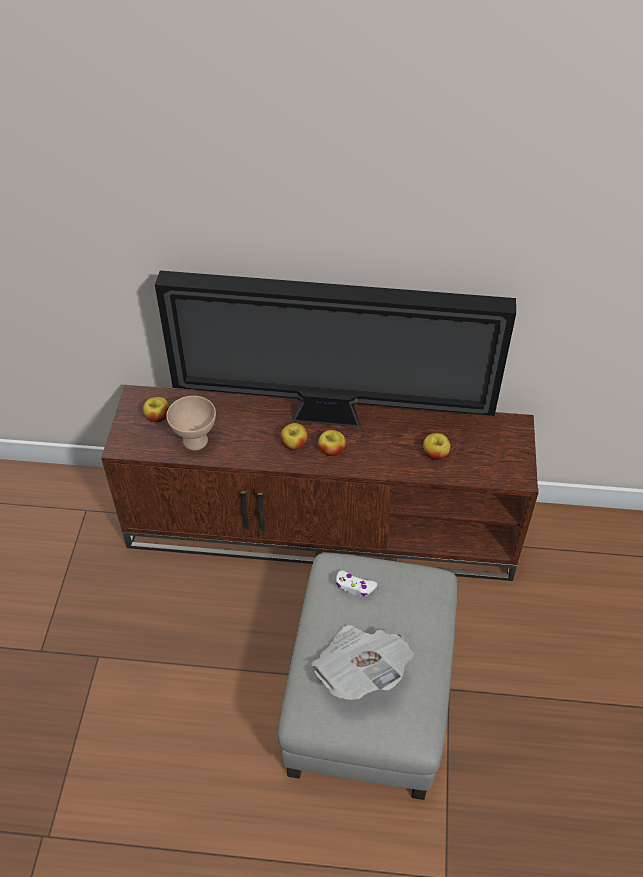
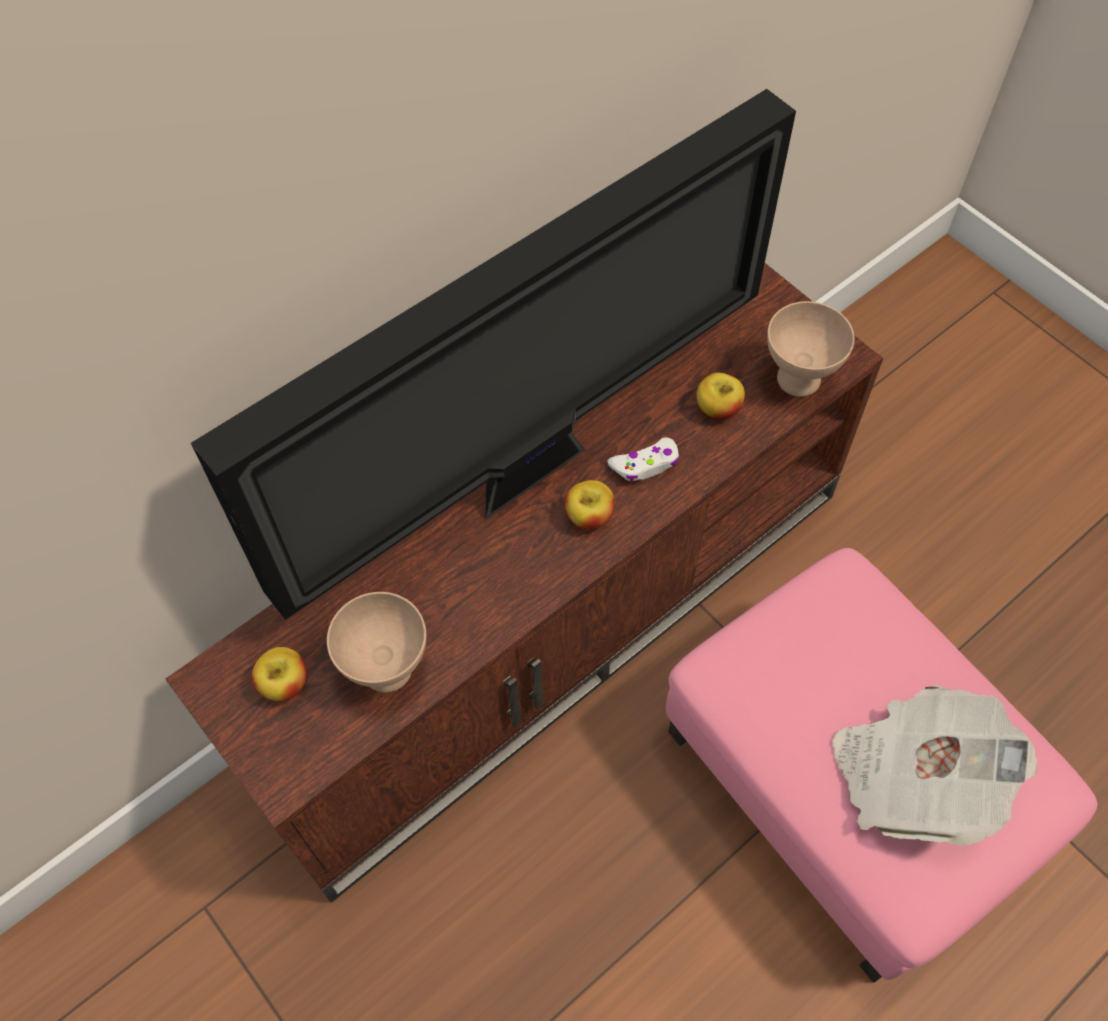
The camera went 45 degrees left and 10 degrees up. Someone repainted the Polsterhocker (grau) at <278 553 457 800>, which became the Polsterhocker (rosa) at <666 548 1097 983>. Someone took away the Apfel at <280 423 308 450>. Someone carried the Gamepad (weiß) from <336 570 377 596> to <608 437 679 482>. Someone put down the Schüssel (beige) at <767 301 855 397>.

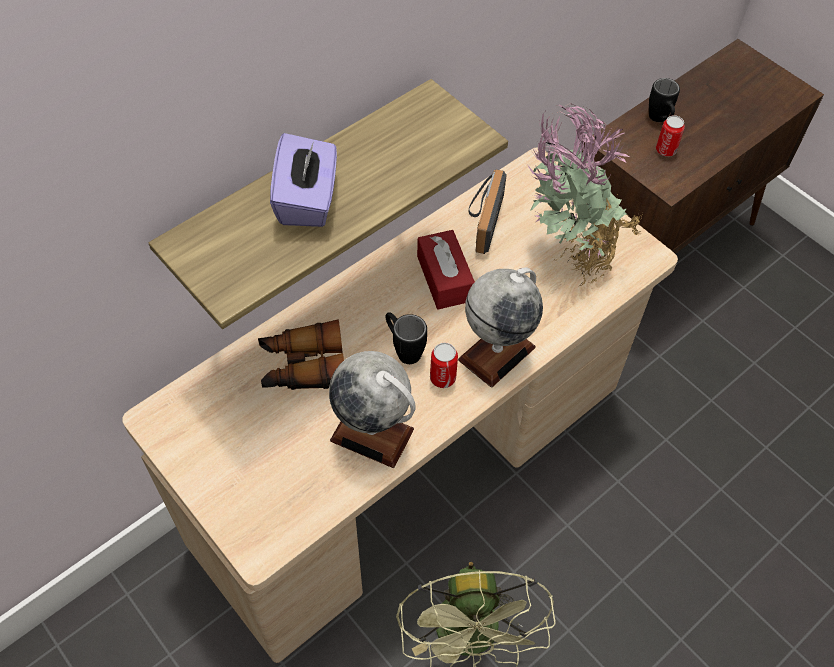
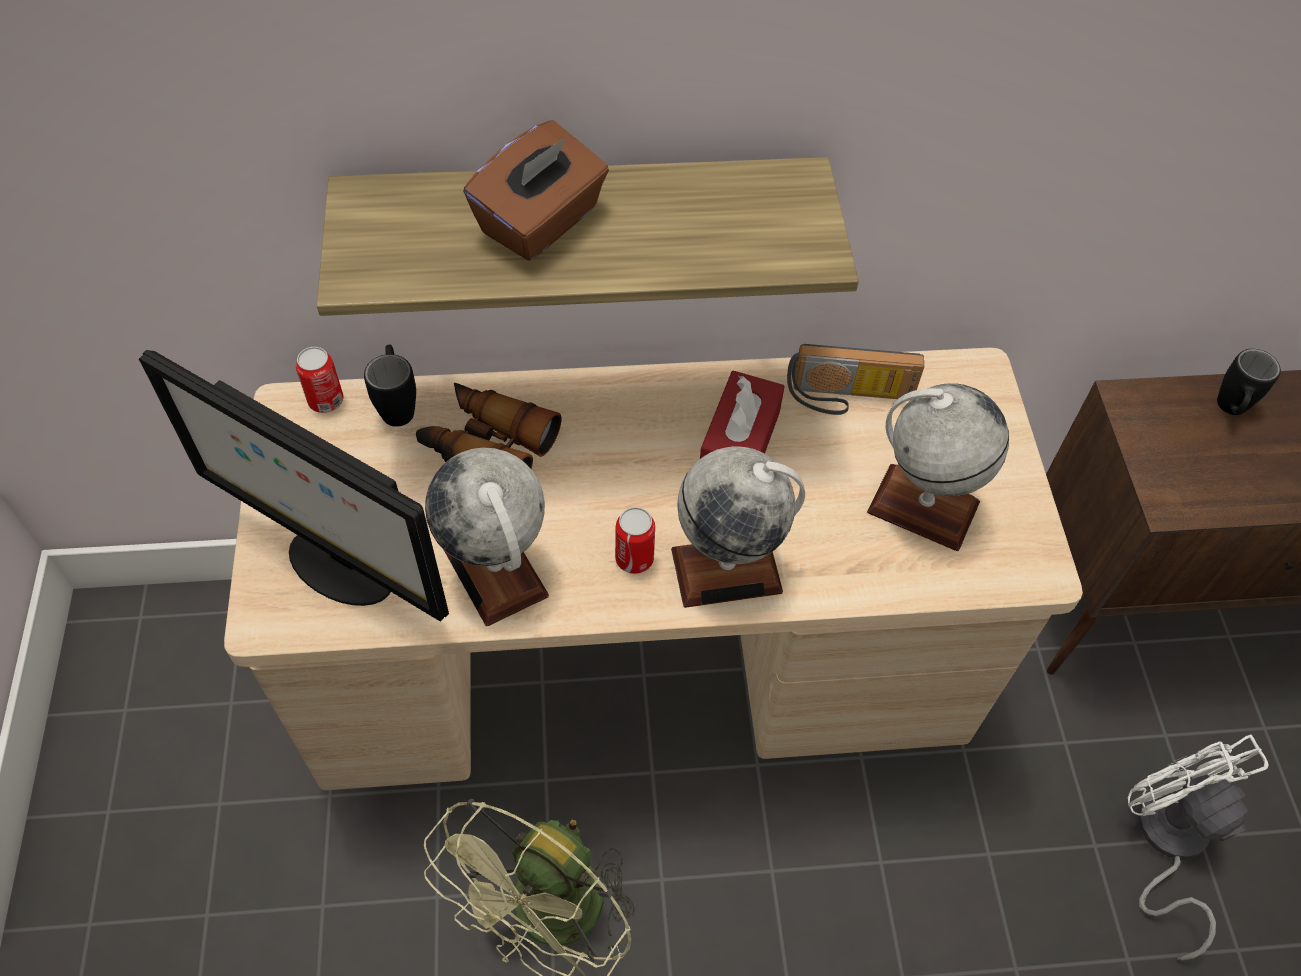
The camera went 35 degrees right and 0 degrees up. Someone repainted the Taschentuchbox (lila) at <270 133 337 227>, which became the Taschentuchbox (braun) at <463 120 609 261>. Someone carried the Henkelbecher (schwarz) from <386 312 427 364> to <364 345 416 427>. Someone rotated the Radio at <469 169 507 254> by 135 degrees counterclockwise. Someone swapped the Topfpflanze at <527 104 643 286> for the Globus at <867 383 1009 551>. Someone carried the Dose from <656 115 685 157> to <296 347 343 413>. Someone put down the Monitor at <139 350 449 622>. Someone put down the Ventilator (weiß) at <1128 735 1269 961>.

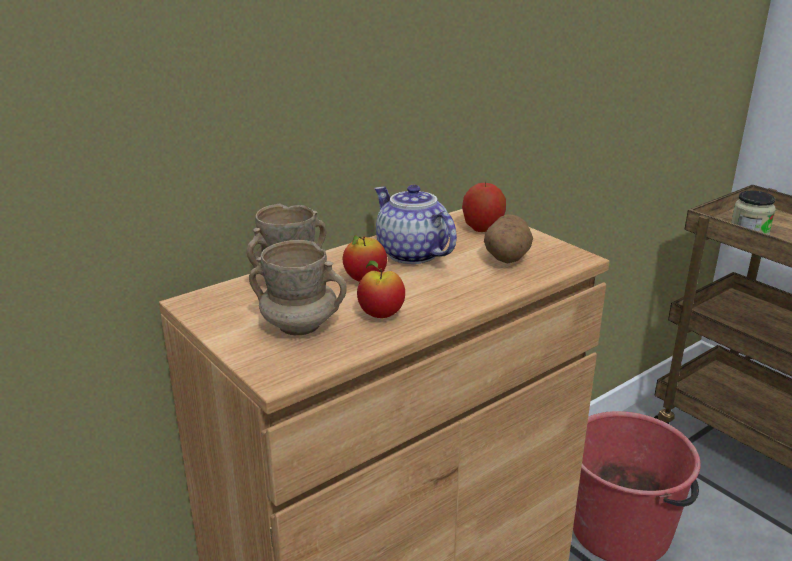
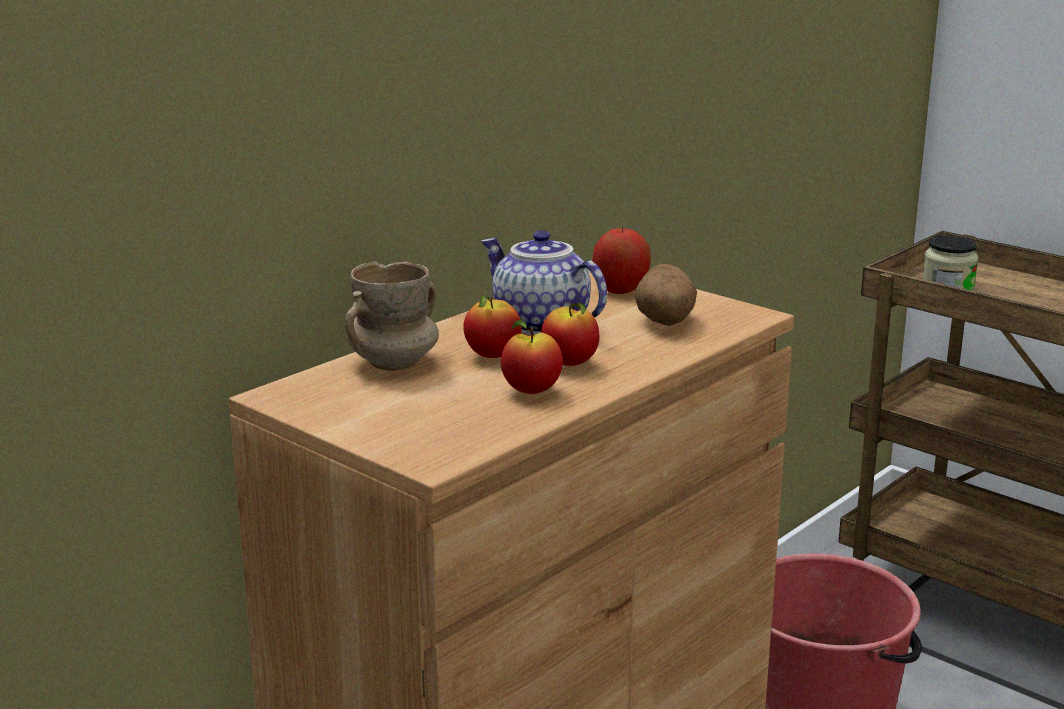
The camera went 10 degrees left and 5 degrees down. Someone took away the Henkelbecher (beige) at <249 240 346 335>. Someone put down the Apfel at <541 303 599 366>.

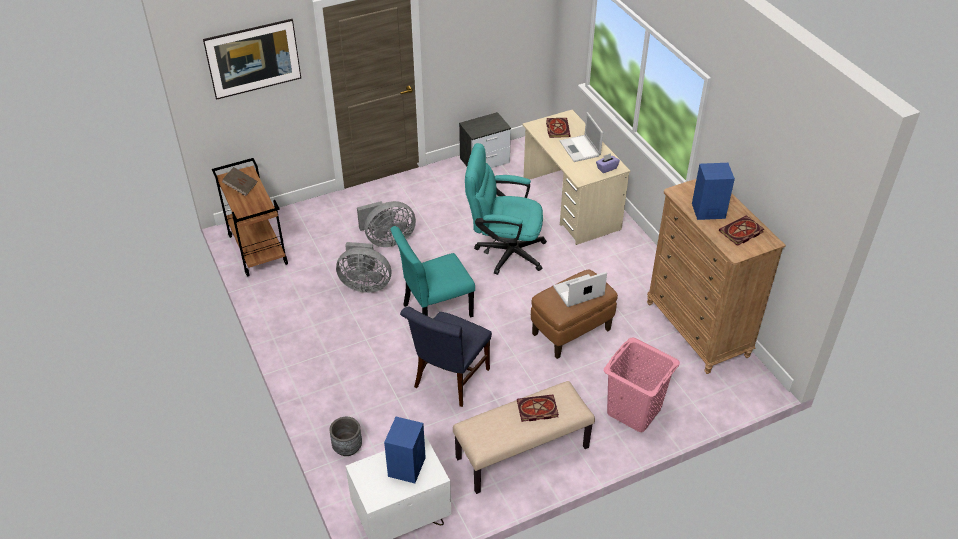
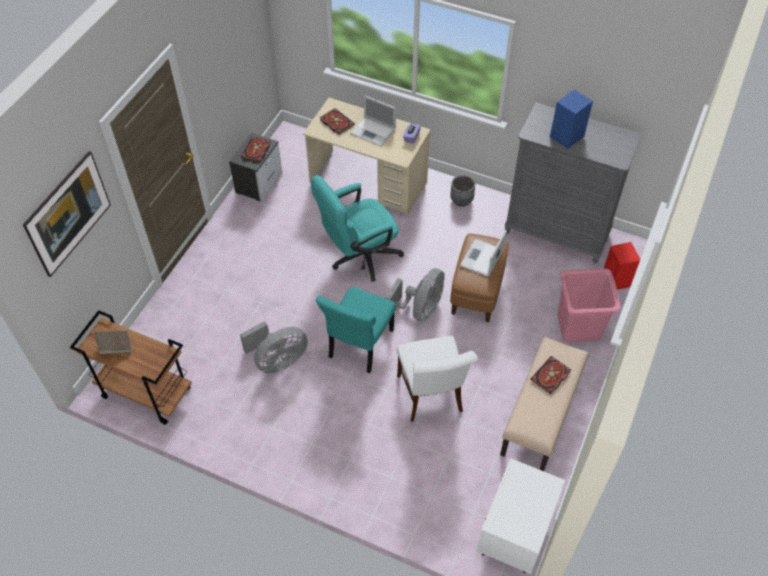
The camera went 40 degrees left and 10 degrees up. Someone carried the Pflanzkübel (grau) from <329 417 362 456> to <450 175 475 207>. Someone carried the Ventilator (grau) from <357 201 416 247> to <385 268 445 321>. Someone took away the Lautsprecher (blau) at <384 417 426 483>. Someone repainted the Stuhl (blau) at <400 306 492 407>, which became the Stuhl (weiß) at <397 336 479 422>. Someone repainted the Kommode (braun) at <647 179 786 374>, which became the Kommode (grau) at <505 103 643 264>. Someone carried the Buch from <719 215 764 246> to <241 136 271 162>. Someone put down the Lautsprecher (rot) at <604 242 640 290>.

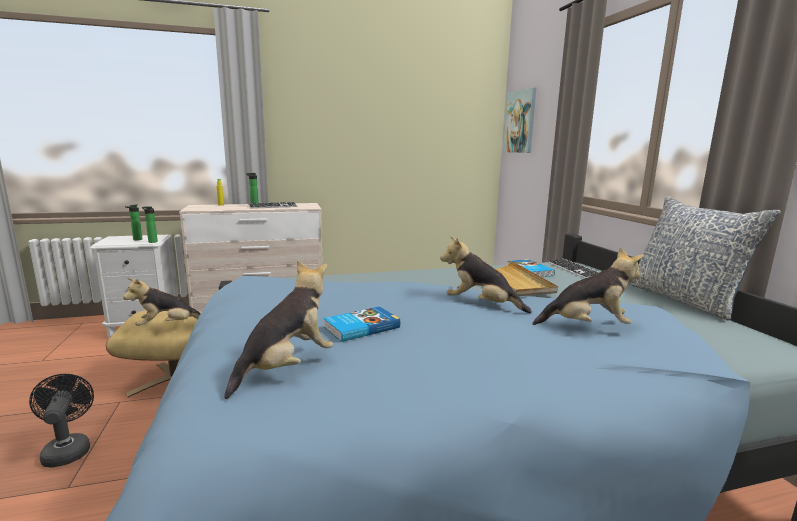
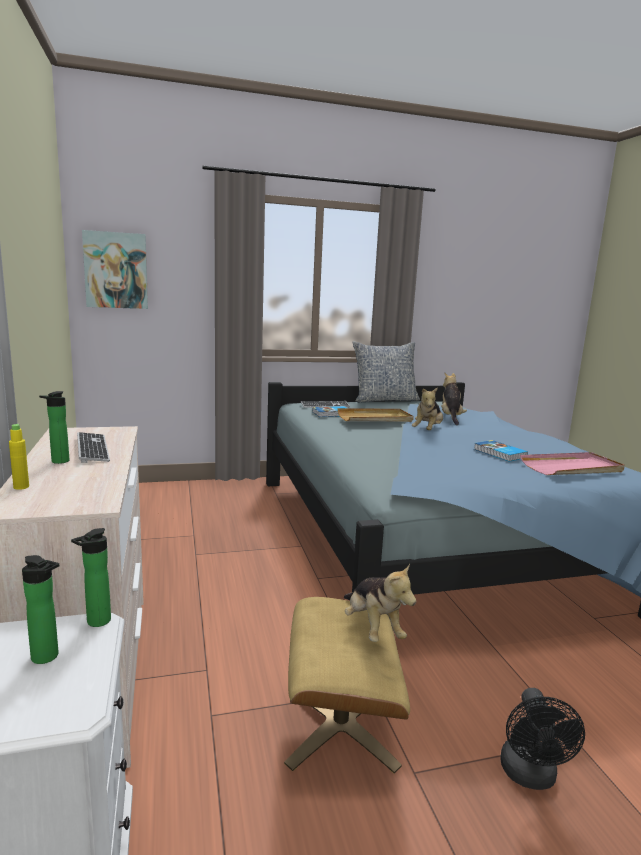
The camera went 90 degrees left and 0 degrees up. Someone rotated the Ventilator (schwarz) at <29 374 94 468> by 60 degrees counterclockwise. Someone swapped the Plüschtier at <224 260 333 399> for the Tablett (rosa) at <520 452 625 475>.

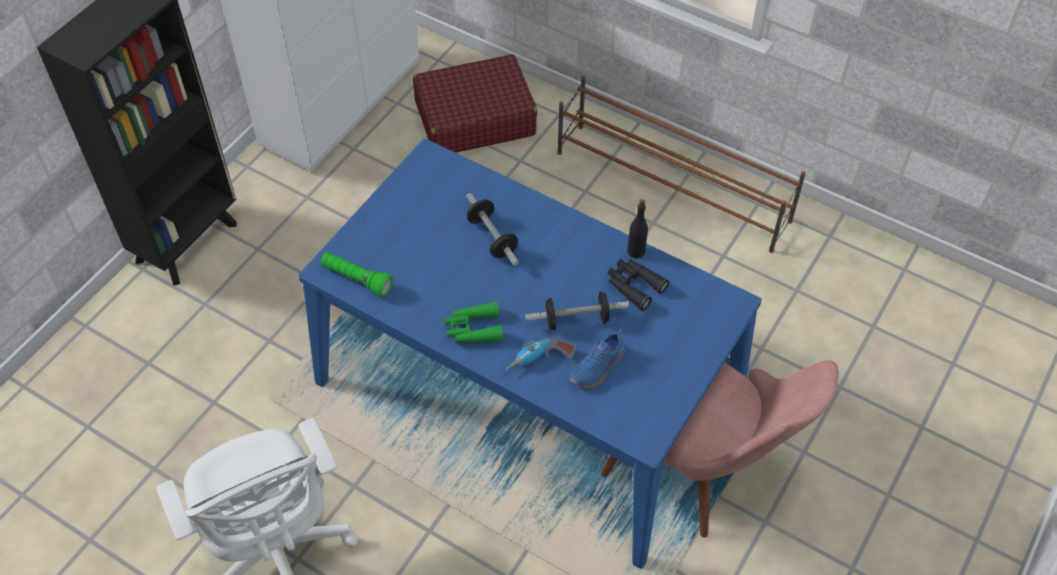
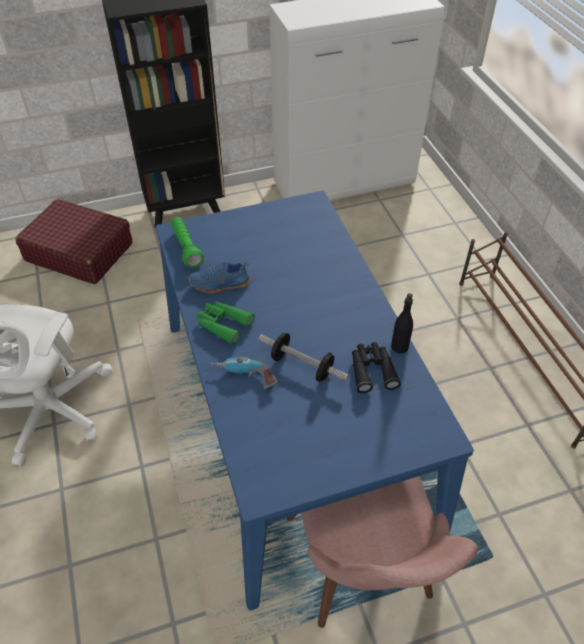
The camera went 40 degrees right and 5 degrees down. Someone carried the Koffer (rot) from <413 54 537 153> to <15 199 132 284>. Someone took away the Hantel at <466 193 519 266>. Someone carried the Schuh (blau) from <570 328 625 388> to <188 261 251 293>.

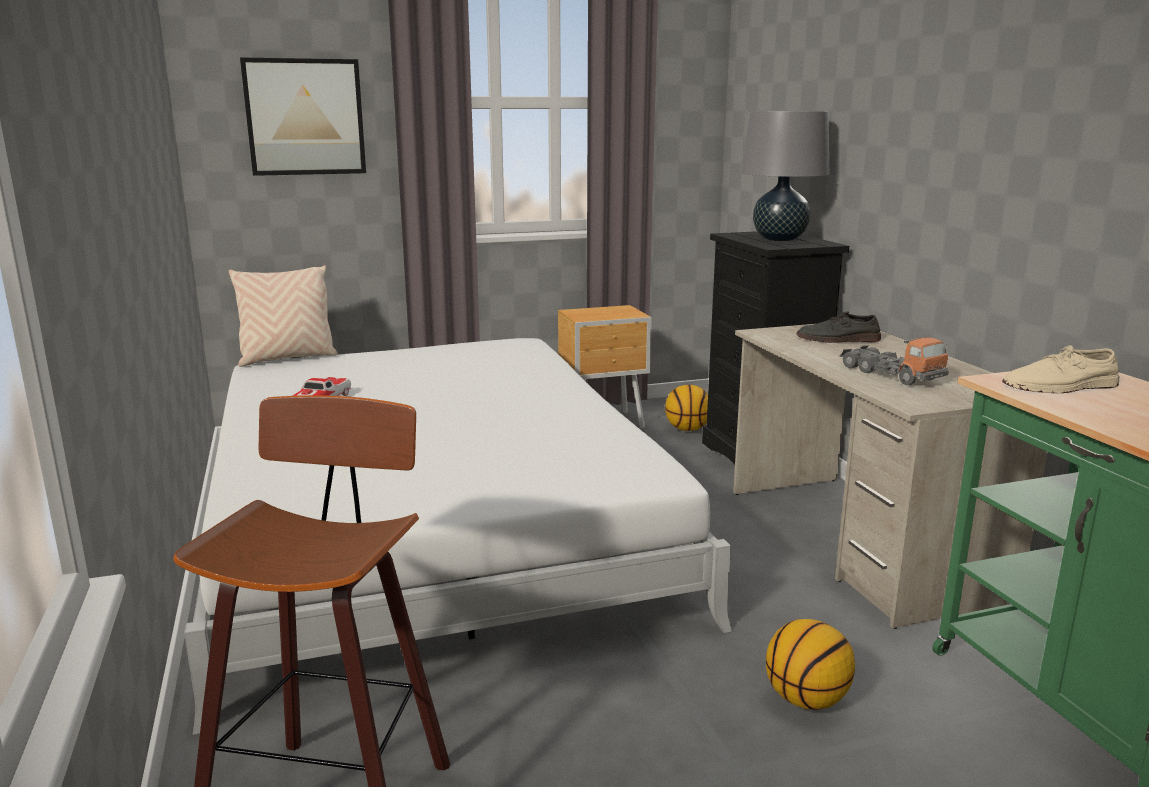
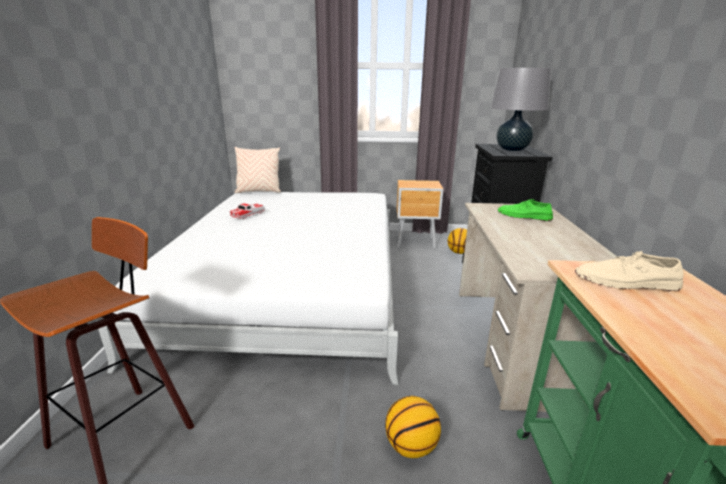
The camera went 20 degrees right and 5 degrees up. Someone took away the Bild at <240 57 366 176>. Someone repainted the Schuh (grau) at <797 312 881 343>, which became the Schuh (grün) at <498 199 553 221>. Someone took away the Spielzeuglaster at <840 337 949 385>.

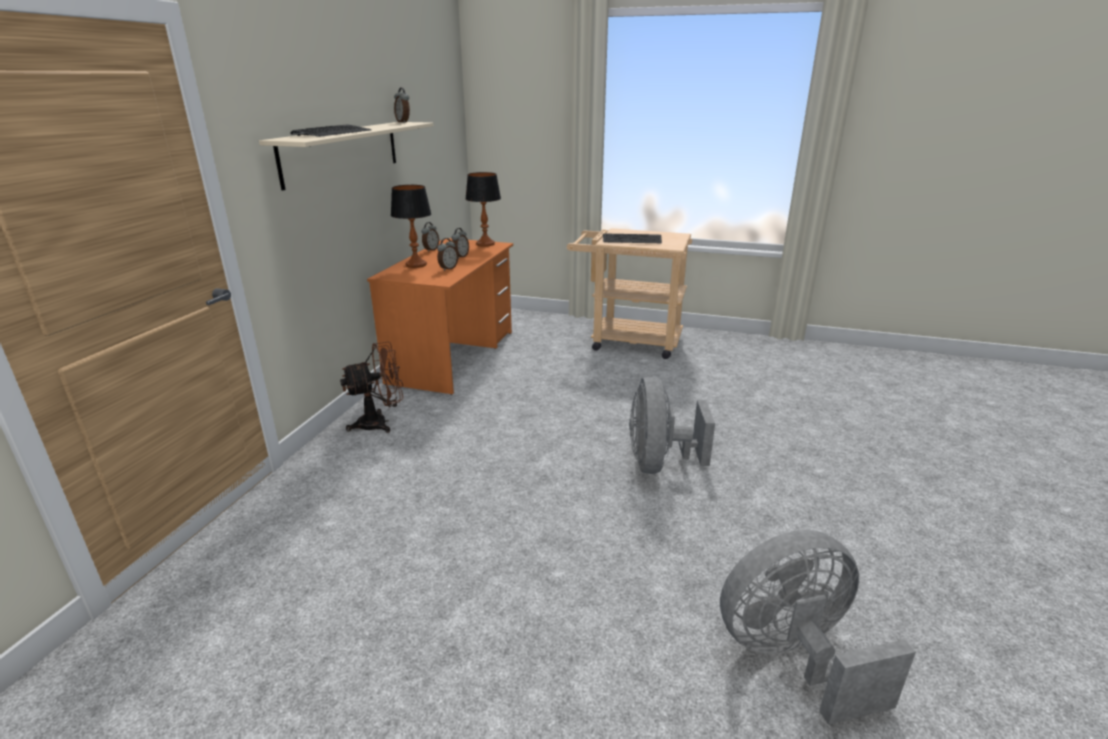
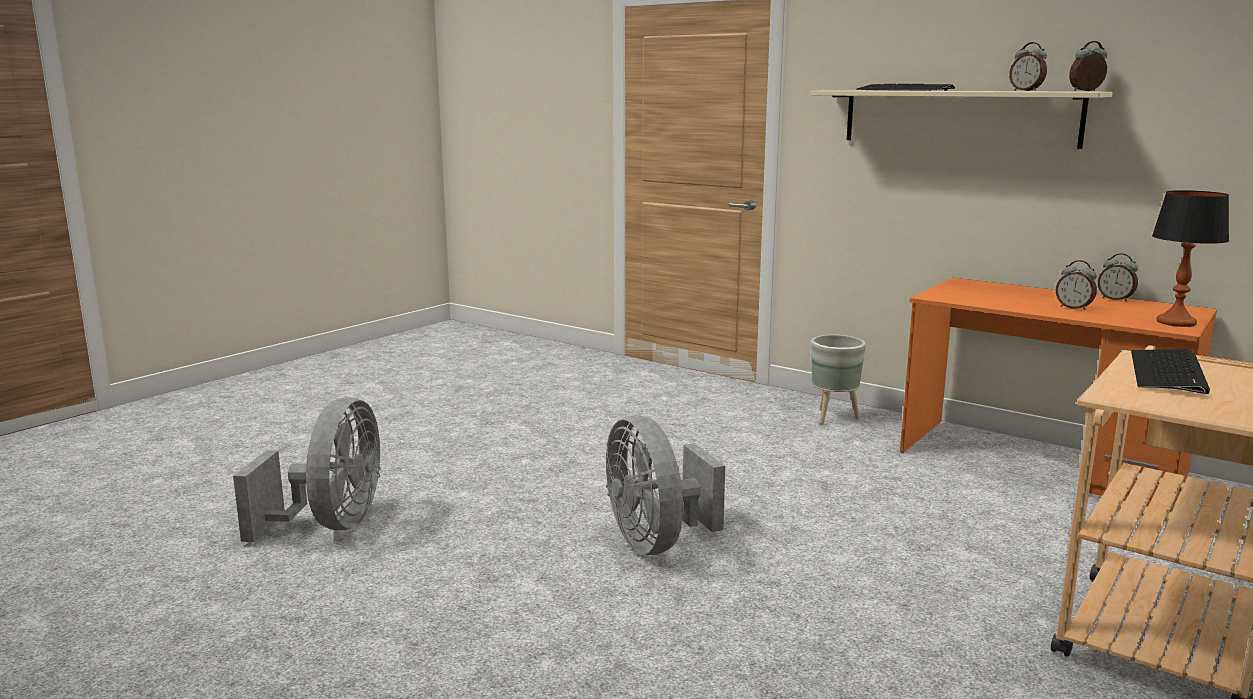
The camera went 110 degrees right and 10 degrees down. Someone swapped the Ventilator (braun) at <340 341 403 433> for the Pflanzkübel (grau) at <811 335 866 424>. Someone took away the Tischlampe at <391 185 431 268>. Someone carried the Wecker from <437 238 458 271> to <1009 42 1047 91>. Someone rotated the Ventilator (grau) at <629 376 715 474> by 135 degrees counterclockwise.

